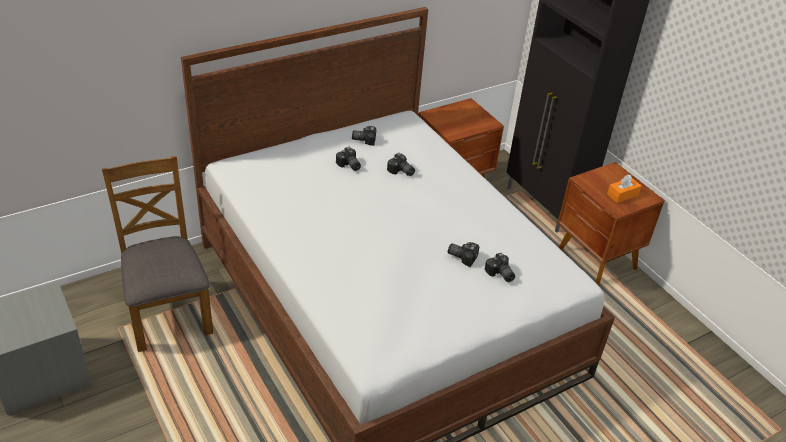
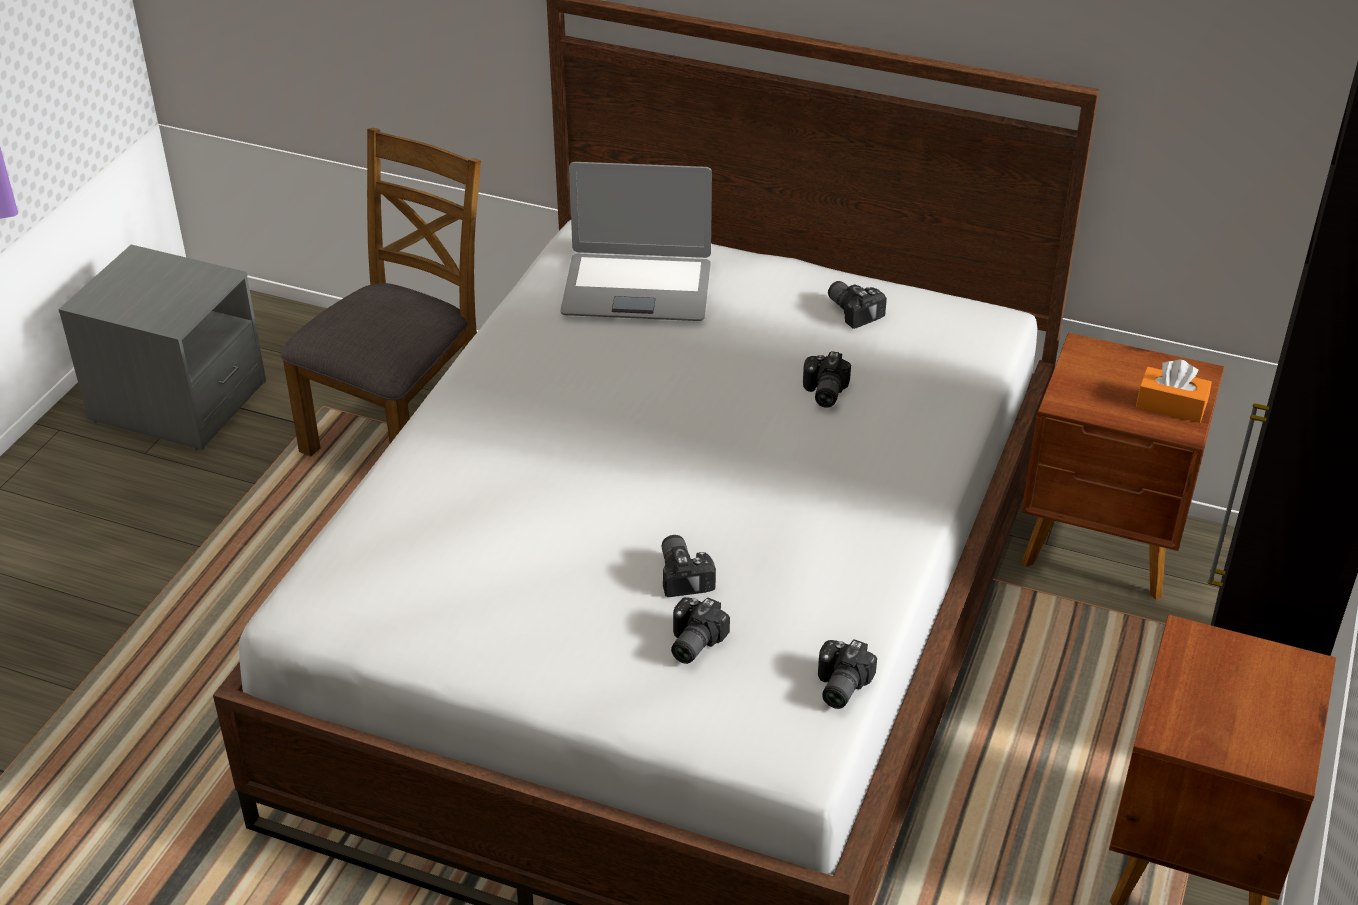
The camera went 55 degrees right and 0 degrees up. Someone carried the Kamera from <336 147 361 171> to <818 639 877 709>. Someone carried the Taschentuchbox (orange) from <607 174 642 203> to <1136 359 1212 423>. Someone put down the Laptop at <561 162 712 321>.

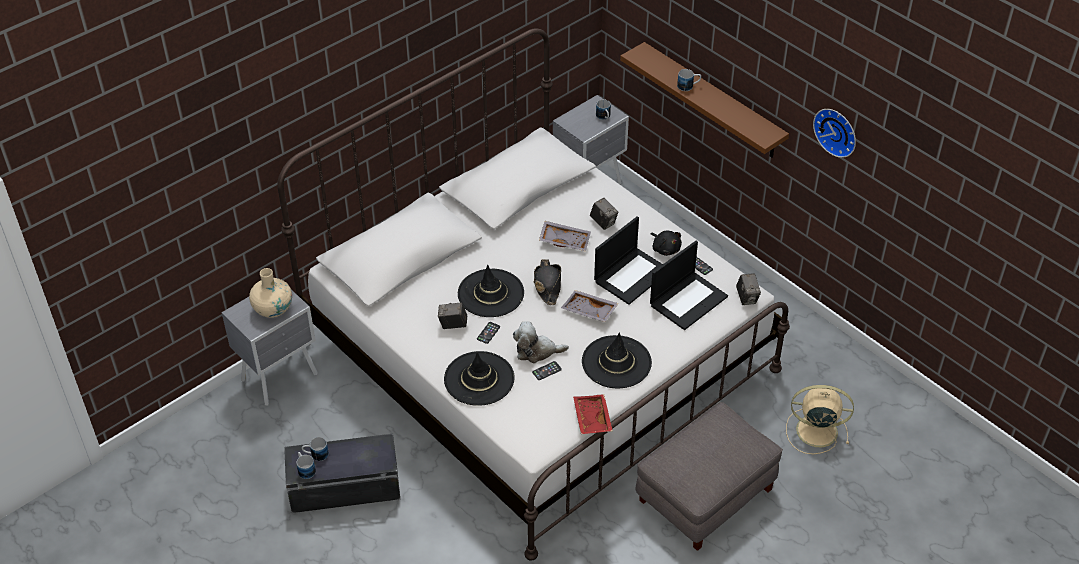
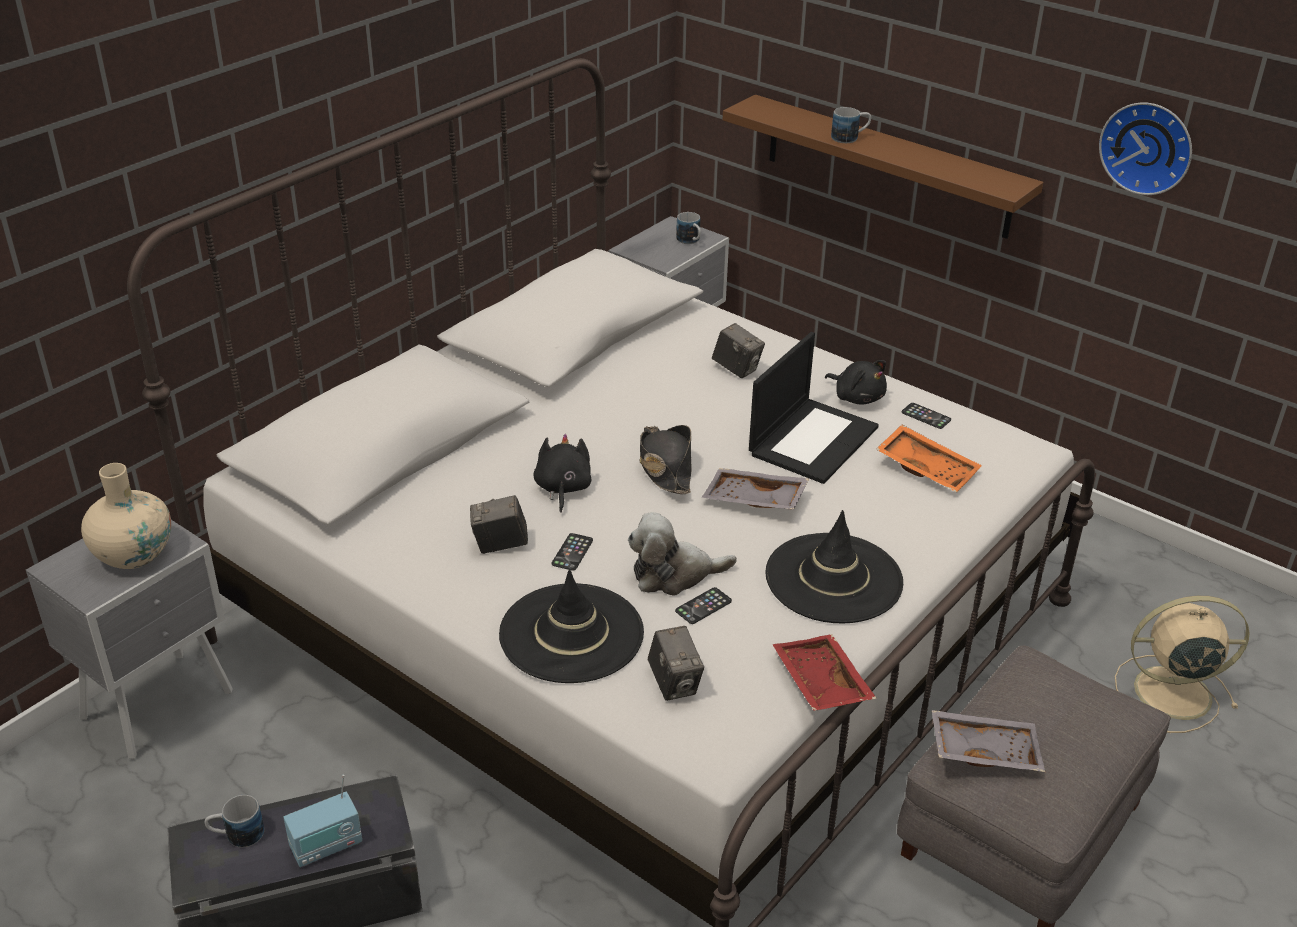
The camera went 10 degrees left and 10 degrees down. Someone took away the Henkelbecher at <297 452 316 479>. Someone swapped the Hut (schwarz) at <458 265 524 317> for the Plüschtier (schwarz) at <534 434 592 513>. Someone carried the Tablett (grau) from <539 221 591 251> to <932 710 1045 772>. Someone swapped the Laptop at <650 241 728 330> for the Tablett (orange) at <876 425 982 493>. Someone carried the Kamera from <736 273 761 305> to <648 626 704 701>. Someone put down the Radio at <283 774 362 867>.

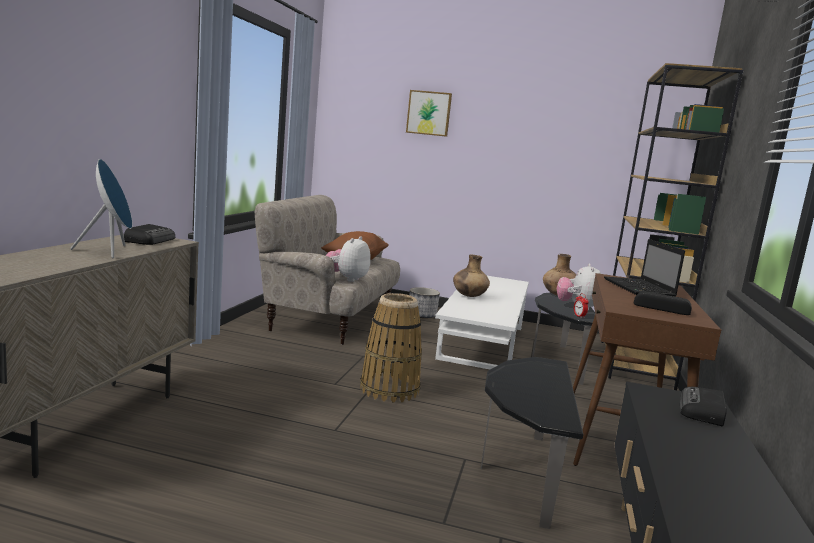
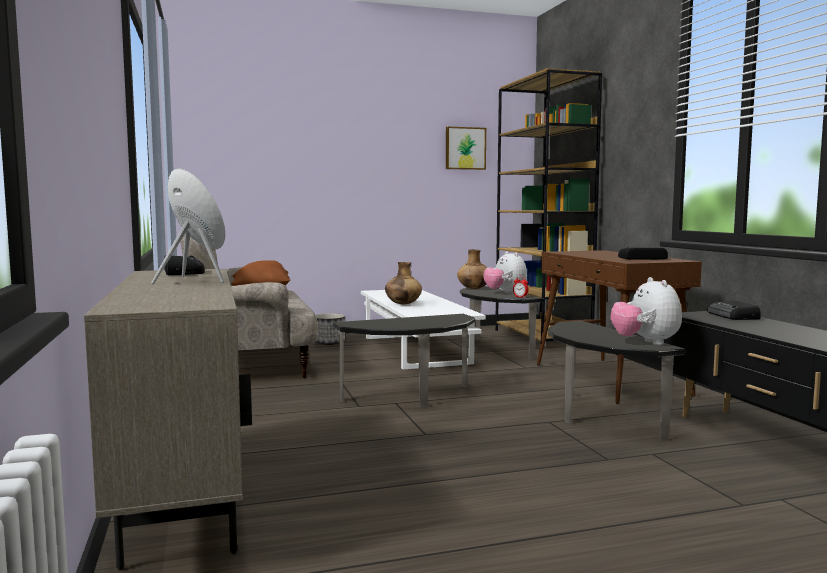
The camera went 30 degrees left and 5 degrees down. Someone carried the Plüschtier from <326 236 371 282> to <611 277 682 345>. Someone swapped the Korb at <360 293 422 403> for the Beistelltisch at <333 314 475 407>. Someone carried the Bild from <406 90 452 137> to <446 127 486 170>. Someone took away the Laptop at <604 239 685 297>.

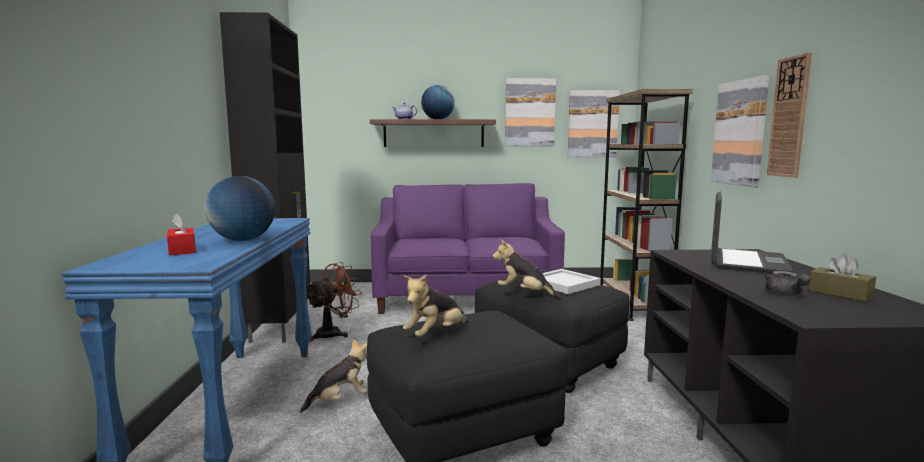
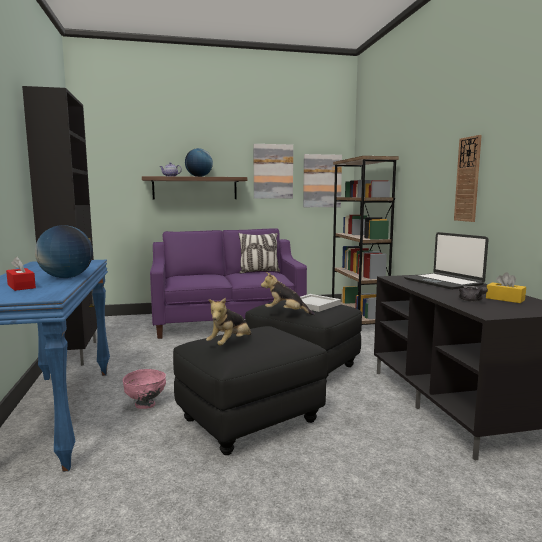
The camera went 10 degrees left and 0 degrees up. Someone swapped the Plüschtier at <300 339 368 413> for the Schüssel (rosa) at <123 369 166 409>. Someone took away the Ventilator (braun) at <306 262 362 342>. Someone took away the Bild at <711 75 769 187>. Someone rotated the Laptop at <711 191 794 273> by 135 degrees clockwise. Someone repainted the Taschentuchbox (braun) at <809 254 876 302>, which became the Taschentuchbox (gelb) at <486 273 526 303>. Someone put down the Kissen at <238 233 280 274>.

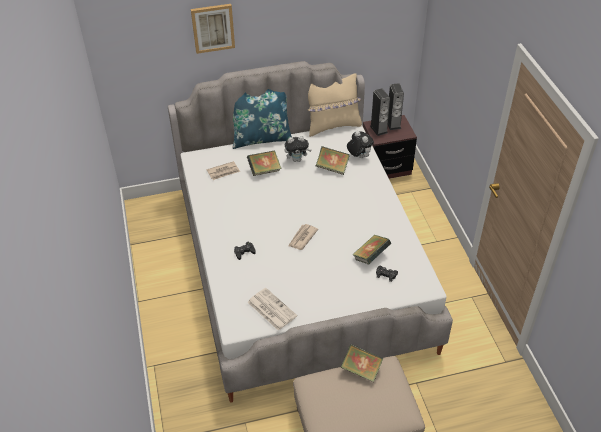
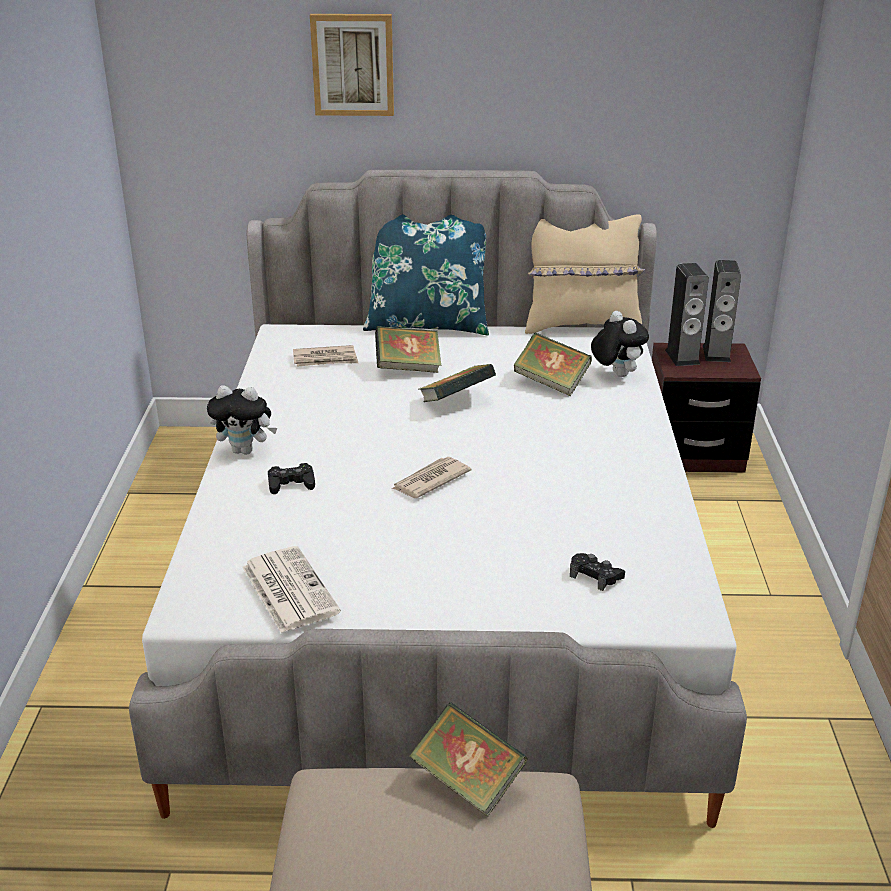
The camera went 15 degrees right and 15 degrees down. Someone carried the Plüschtier from <284 136 311 162> to <207 385 277 455>. Someone carried the Buch from <352 235 391 264> to <419 364 496 402>.

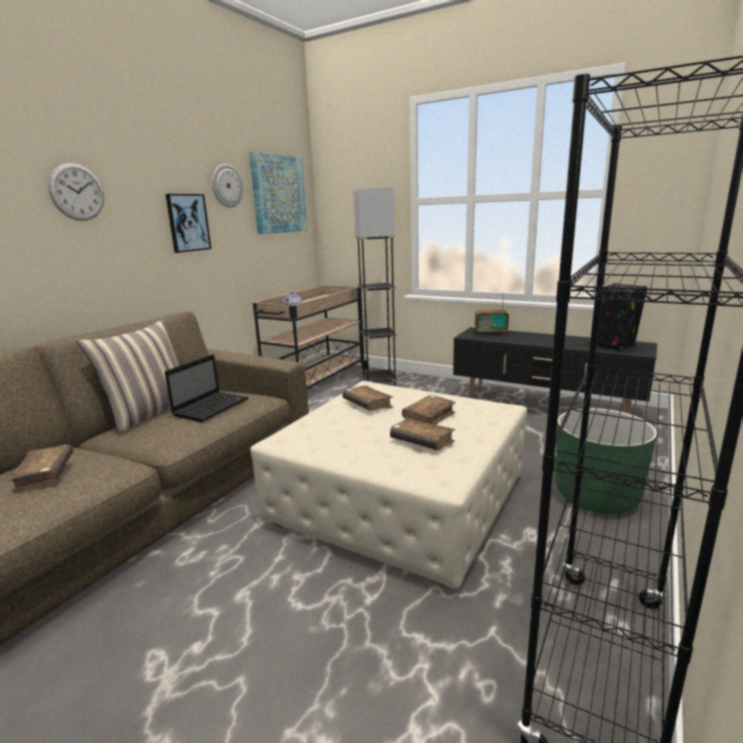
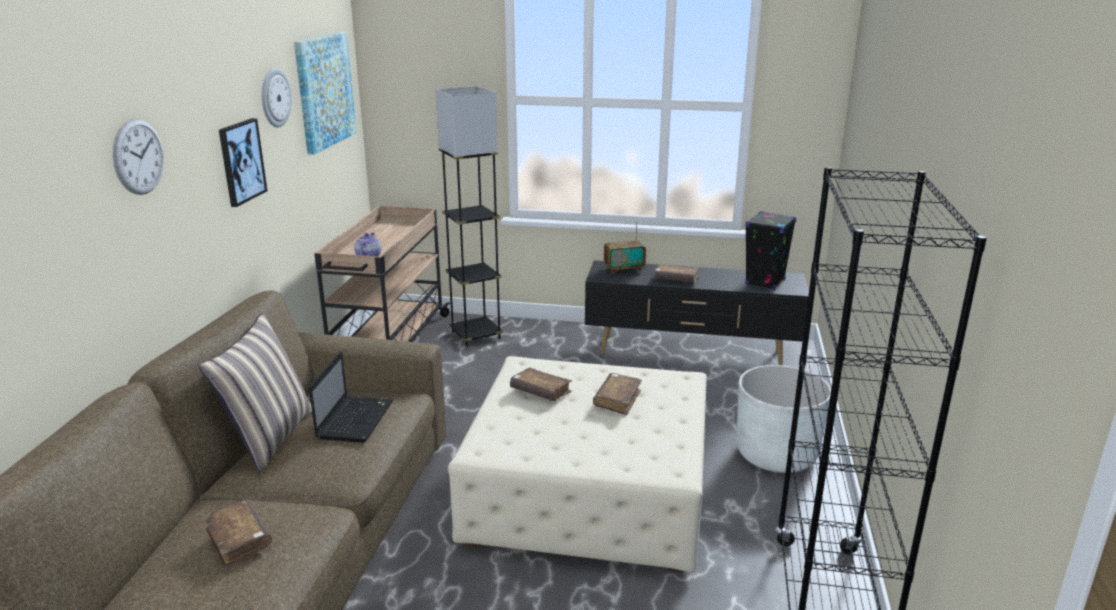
The camera went 20 degrees left and 5 degrees up. Someone carried the Buch (braun) from <390 418 455 450> to <654 264 699 283>. Someone repainted the Pflanzkübel (grün) at <556 408 657 514>, which became the Pflanzkübel (weiß) at <737 365 831 473>.

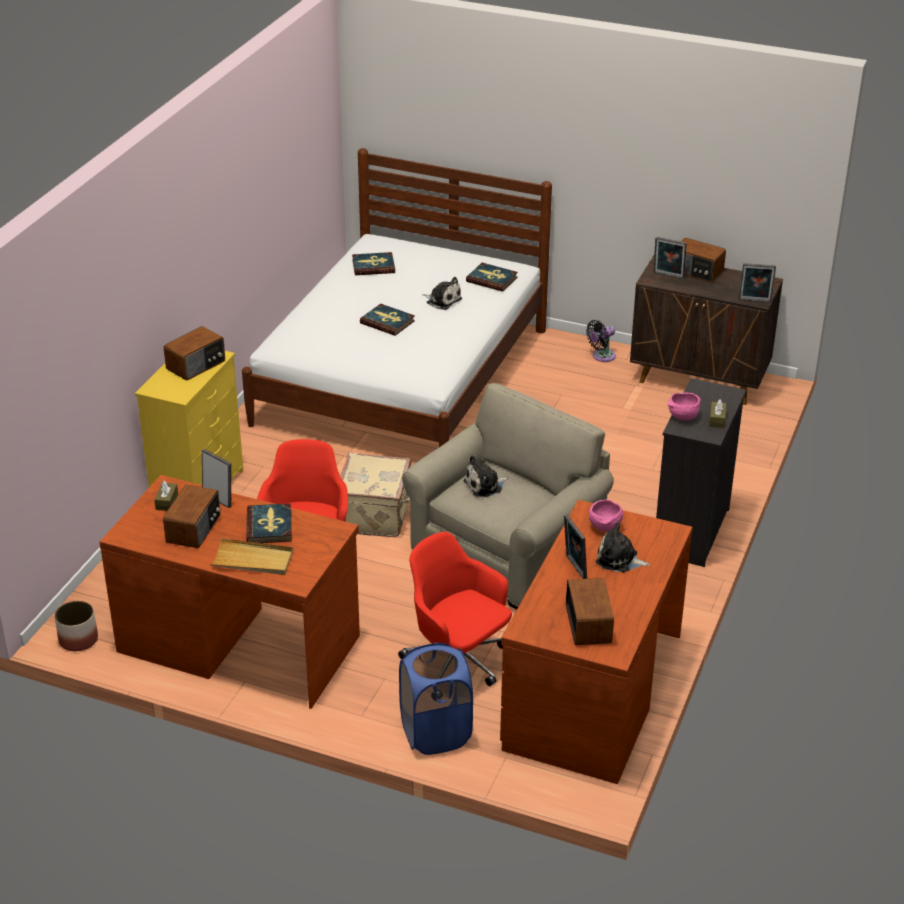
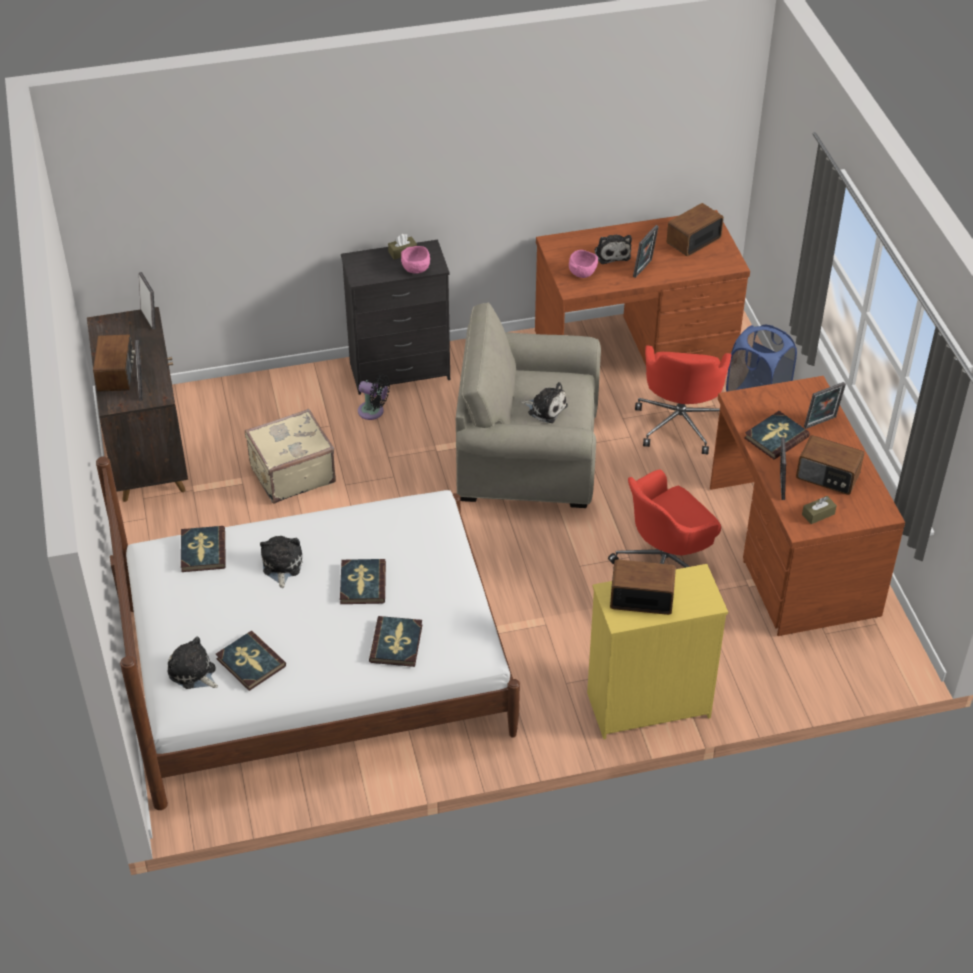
The camera went 125 degrees left and 10 degrees up. Someone took away the Pflanzkübel at <55 601 98 651>. Someone rotated the Radio at <163 485 221 548> by 135 degrees counterclockwise. Someone swapped the Tablett (beige) at <210 538 293 575> for the Bilderrahmen at <804 382 846 429>. Someone carried the Koffer (beige) from <340 453 411 537> to <245 409 336 504>. Someone carried the Ventilator (schwarz) from <586 320 616 362> to <358 374 390 420>. Someone put down the Plüschtier at <167 637 218 689>. Someone put down the Buch at <369 616 422 667>.

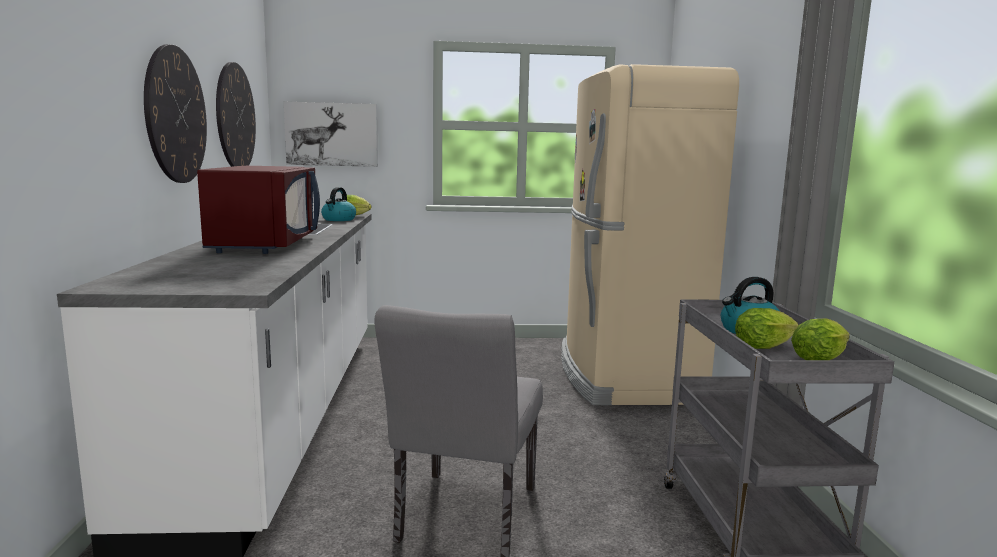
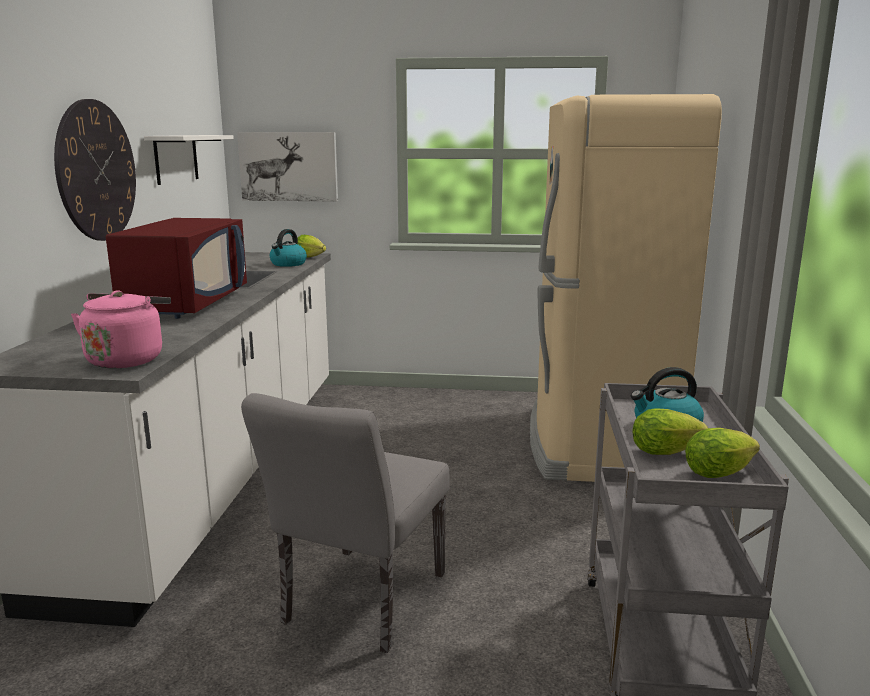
The camera went 10 degrees right and 5 degrees up. Someone swapped the Wanduhr at <216 62 256 167> for the Wandregal (weiß) at <144 135 234 185>. Someone put down the Wasserkessel (rosa) at <71 290 171 368>.

